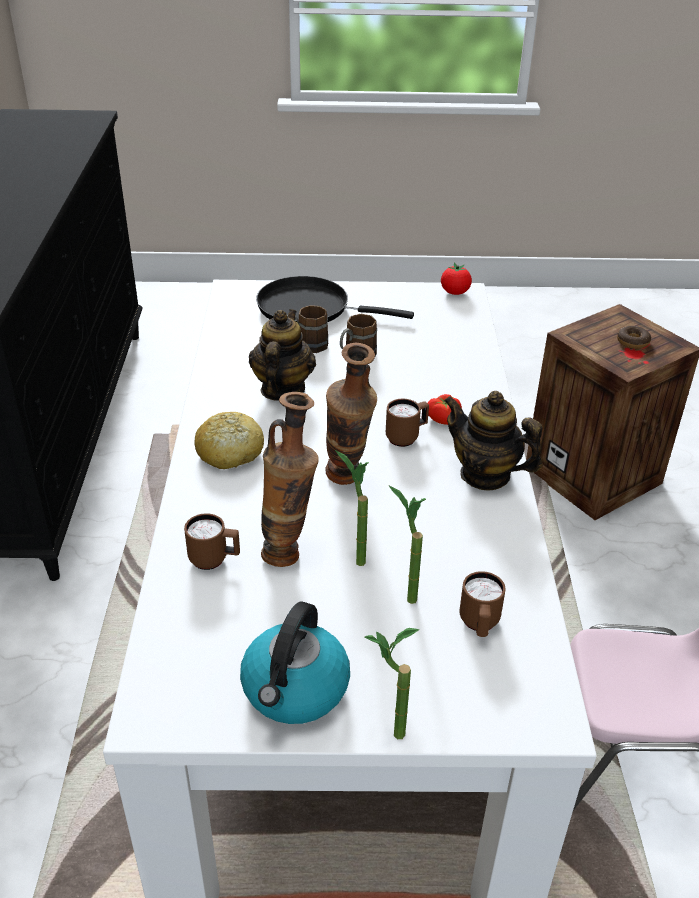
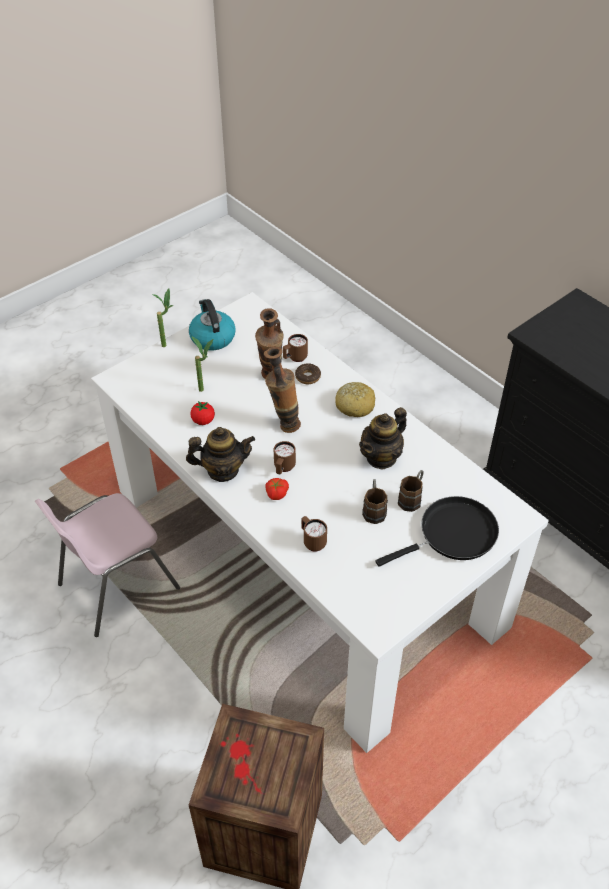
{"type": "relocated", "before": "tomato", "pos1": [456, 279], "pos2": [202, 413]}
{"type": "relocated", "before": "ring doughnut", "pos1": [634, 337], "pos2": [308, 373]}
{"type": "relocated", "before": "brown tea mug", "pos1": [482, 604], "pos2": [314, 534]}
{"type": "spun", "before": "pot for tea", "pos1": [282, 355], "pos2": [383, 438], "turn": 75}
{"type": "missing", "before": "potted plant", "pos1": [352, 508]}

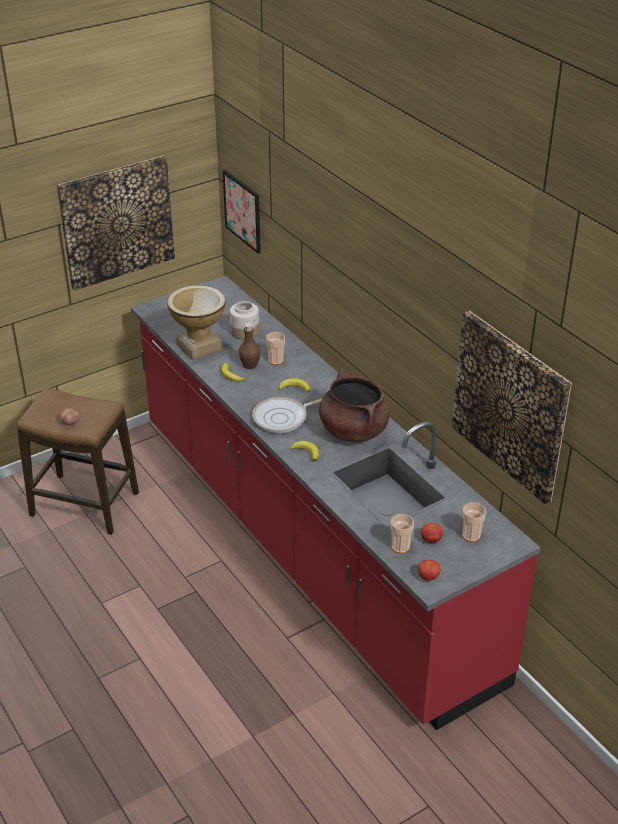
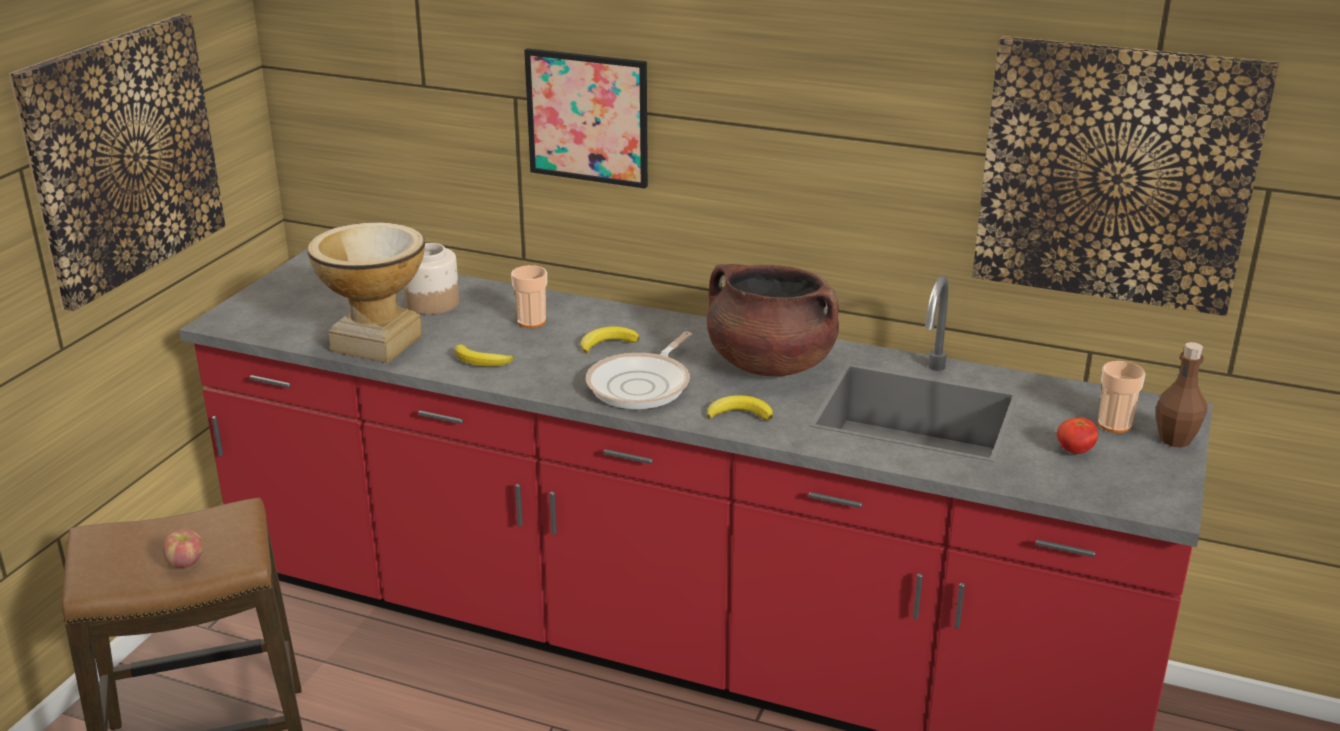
{"type": "relocated", "before": "wall picture", "pos1": [241, 212], "pos2": [586, 118]}
{"type": "relocated", "before": "brown beverage bottle", "pos1": [249, 346], "pos2": [1181, 395]}
{"type": "missing", "before": "small cup", "pos1": [402, 534]}
{"type": "missing", "before": "tomato", "pos1": [429, 570]}

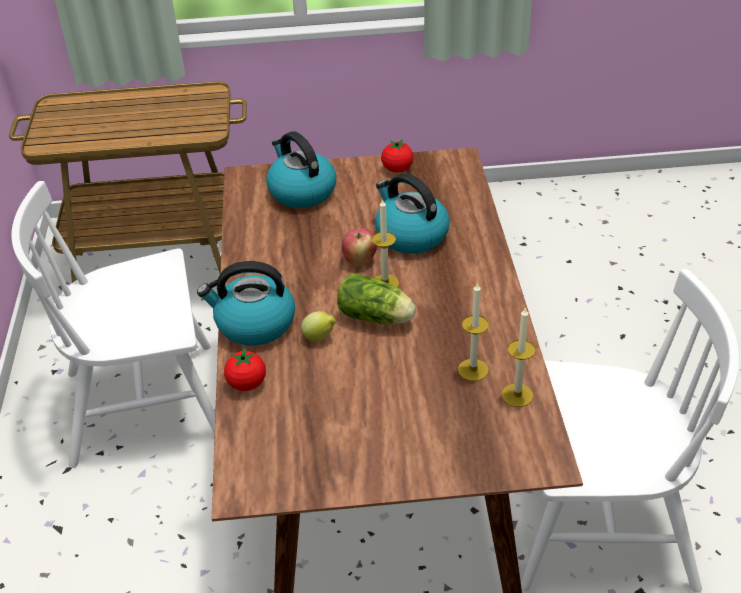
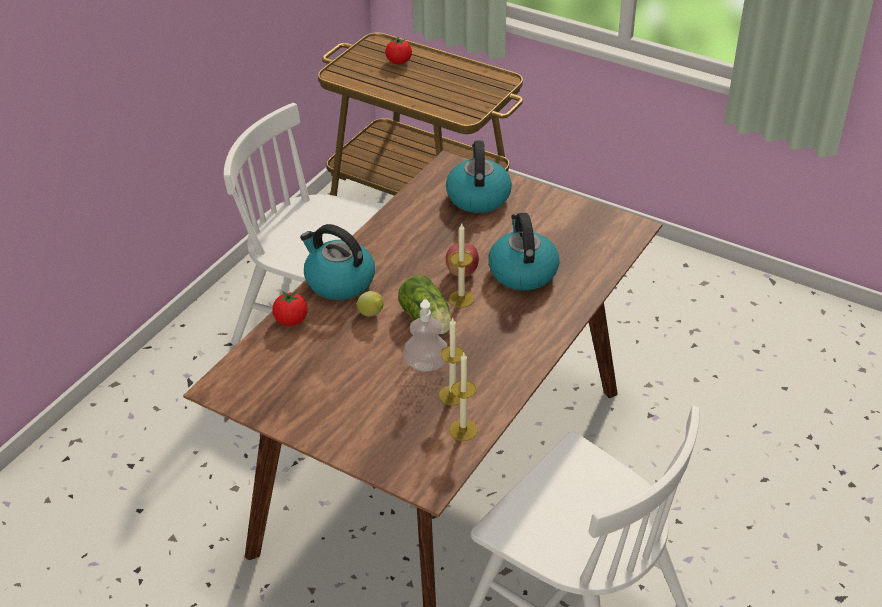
{"type": "relocated", "before": "tomato", "pos1": [397, 156], "pos2": [398, 50]}
{"type": "appeared", "after": "liquid soap bottle", "pos2": [425, 335]}

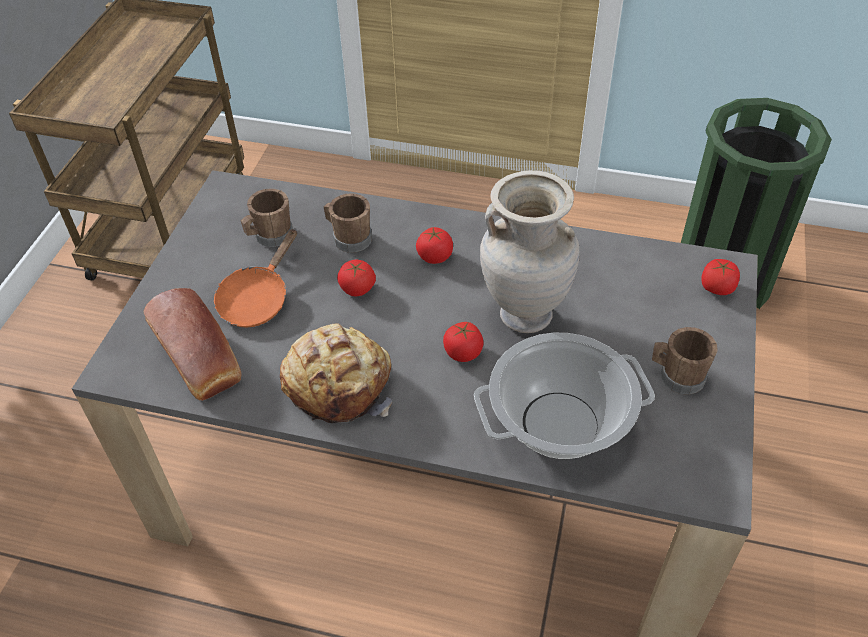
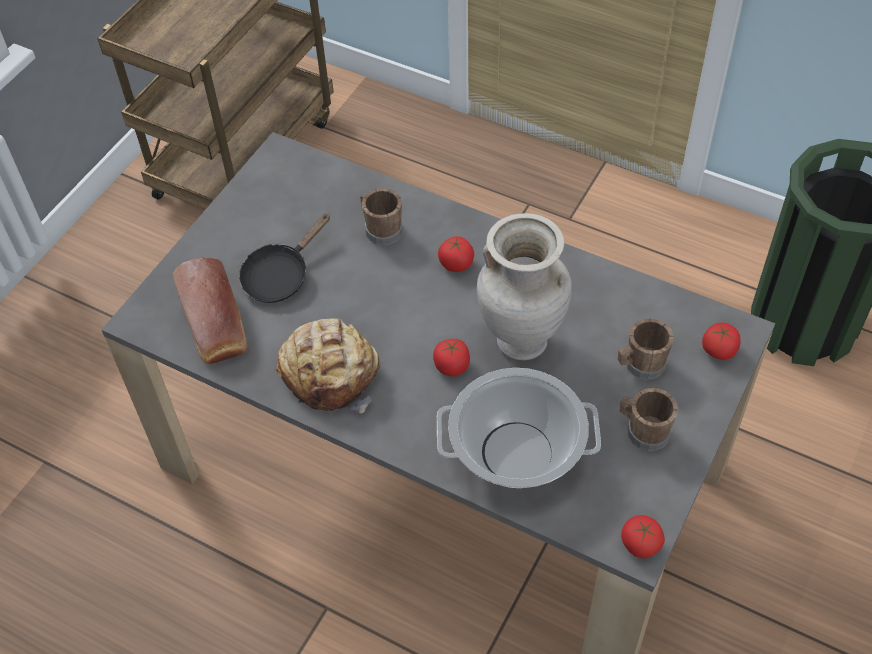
{"type": "colour", "before": "orangey skillet", "after": "black skillet", "pos1": [255, 278], "pos2": [284, 258]}
{"type": "relocated", "before": "brown tea mug", "pos1": [267, 217], "pos2": [646, 349]}
{"type": "relocated", "before": "tomato", "pos1": [356, 278], "pos2": [643, 536]}

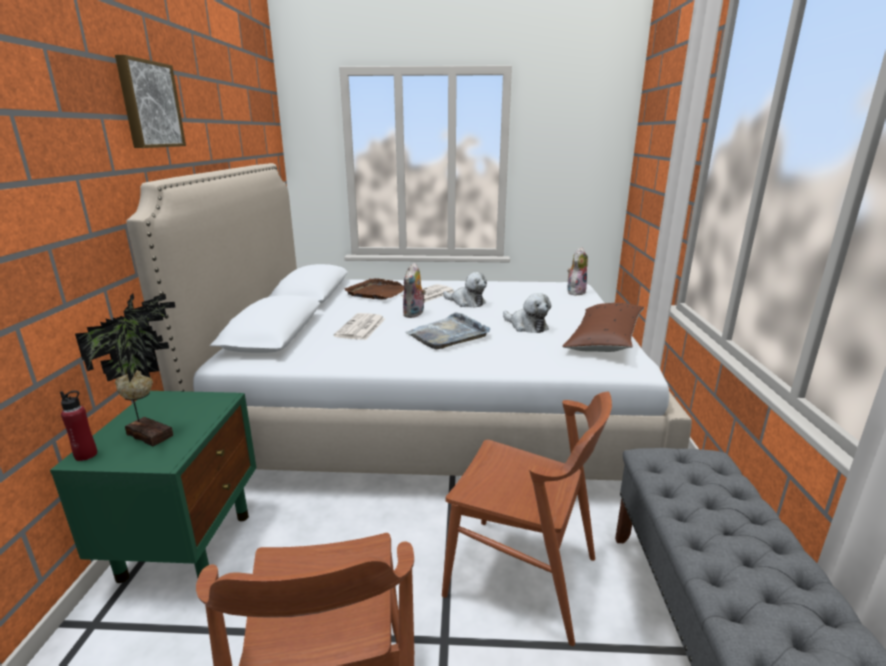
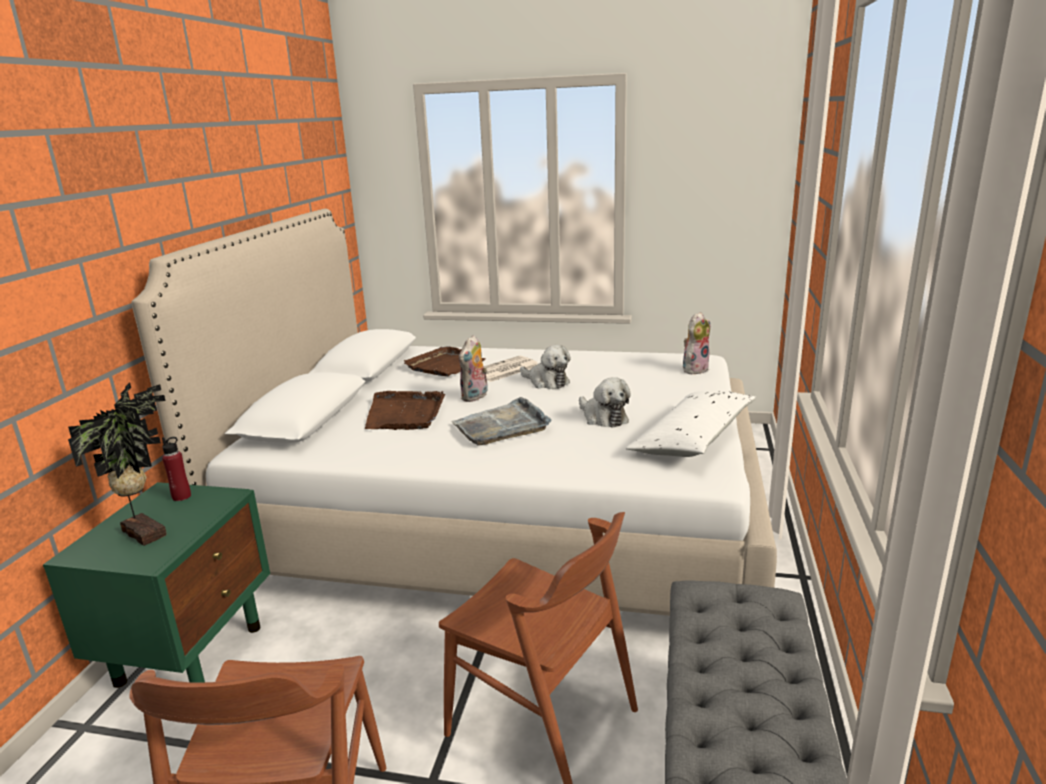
{"type": "relocated", "before": "reddish beverage bottle", "pos1": [78, 425], "pos2": [176, 469]}
{"type": "exchanged", "before": "newspaper", "after": "brown carrying tray", "pos1": [359, 326], "pos2": [405, 410]}
{"type": "colour", "before": "brown throw pillow", "after": "whitish throw pillow", "pos1": [603, 327], "pos2": [691, 424]}
{"type": "missing", "before": "wall picture", "pos1": [150, 101]}

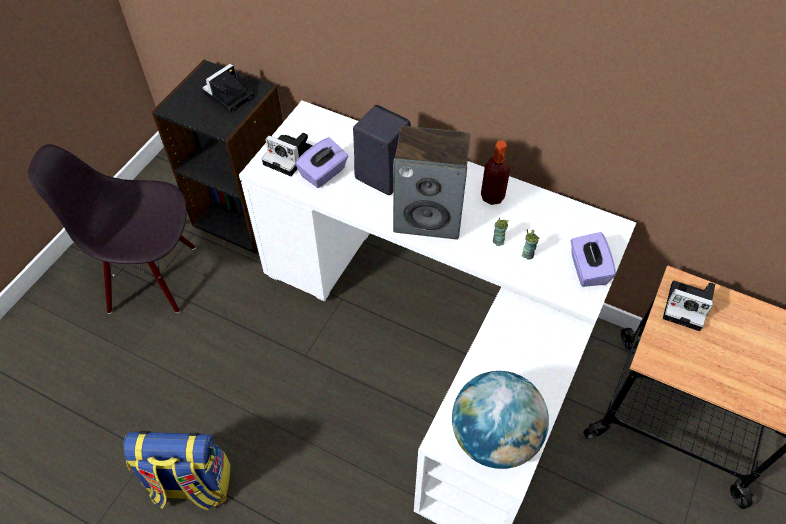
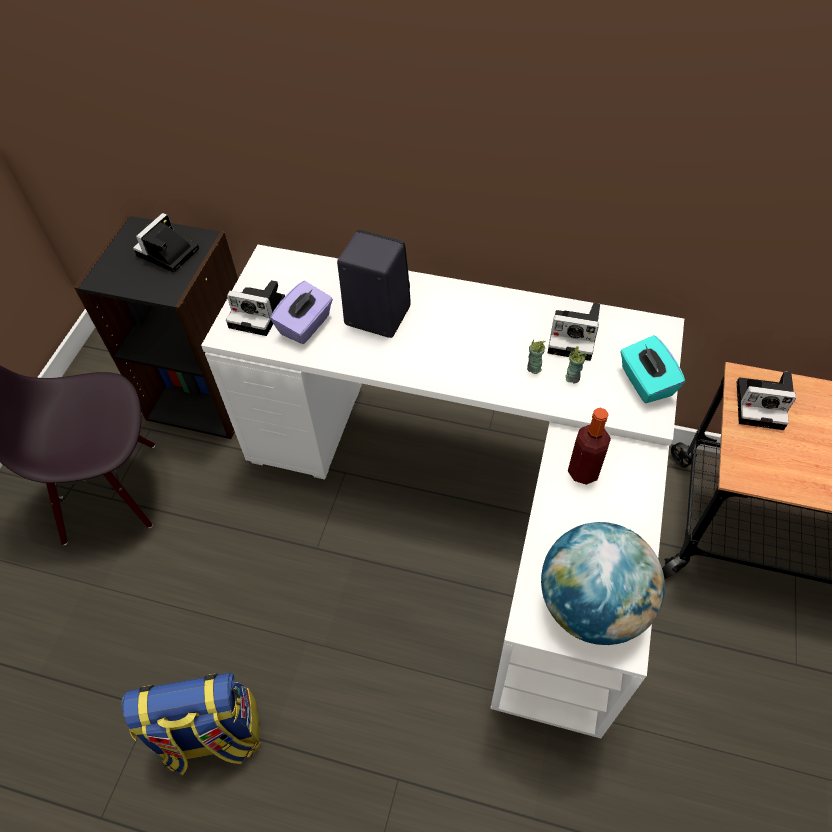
{"type": "appeared", "after": "still camera", "pos2": [574, 332]}
{"type": "relocated", "before": "beverage bottle", "pos1": [495, 173], "pos2": [589, 446]}
{"type": "colour", "before": "purplish tissue holder", "after": "turquoise-coloured tissue holder", "pos1": [593, 259], "pos2": [652, 369]}
{"type": "missing", "before": "loudspeaker", "pos1": [431, 182]}

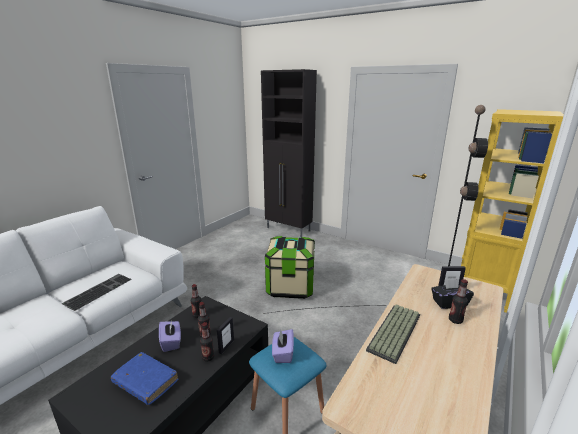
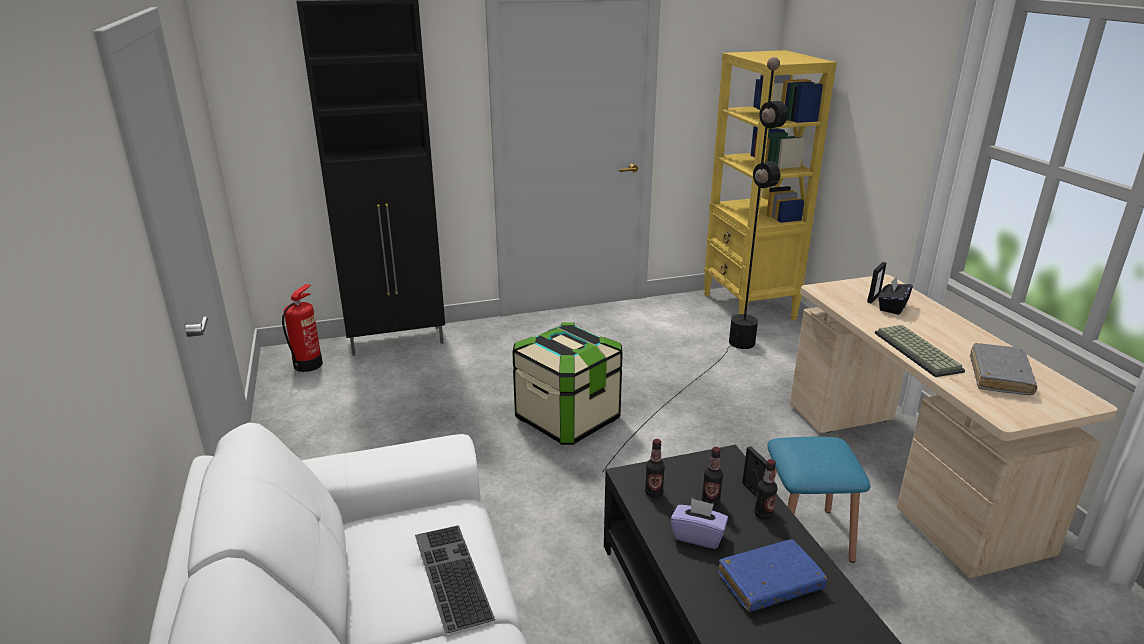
{"type": "appeared", "after": "fire extinguisher", "pos2": [302, 328]}
{"type": "appeared", "after": "grey bound book", "pos2": [1003, 369]}
{"type": "missing", "before": "purplish tissue holder", "pos1": [283, 346]}
{"type": "missing", "before": "beverage bottle", "pos1": [458, 301]}

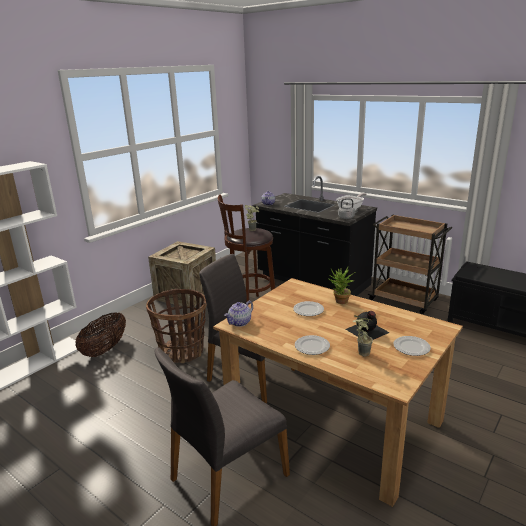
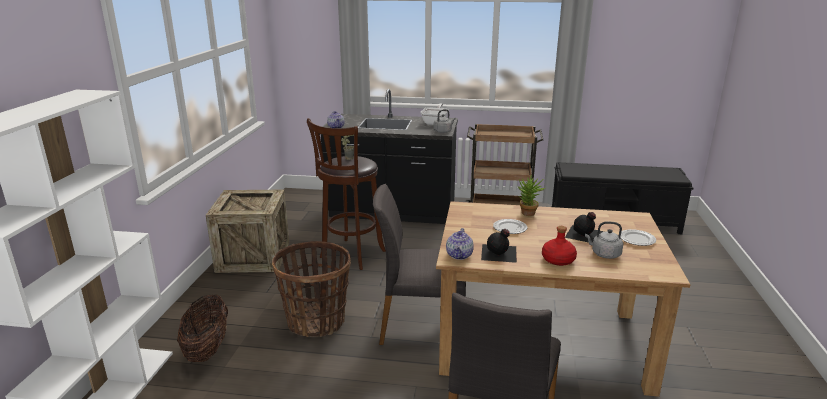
{"type": "appeared", "after": "black beverage bottle", "pos2": [499, 246]}
{"type": "exchanged", "before": "flat dish", "after": "reddish beverage bottle", "pos1": [312, 345], "pos2": [559, 246]}
{"type": "exchanged", "before": "potted plant", "after": "grey water kettle", "pos1": [363, 336], "pos2": [604, 240]}

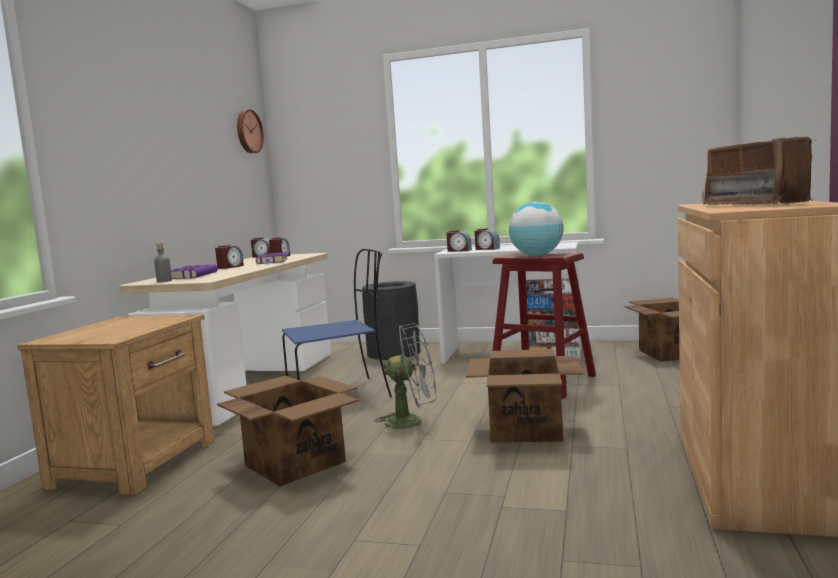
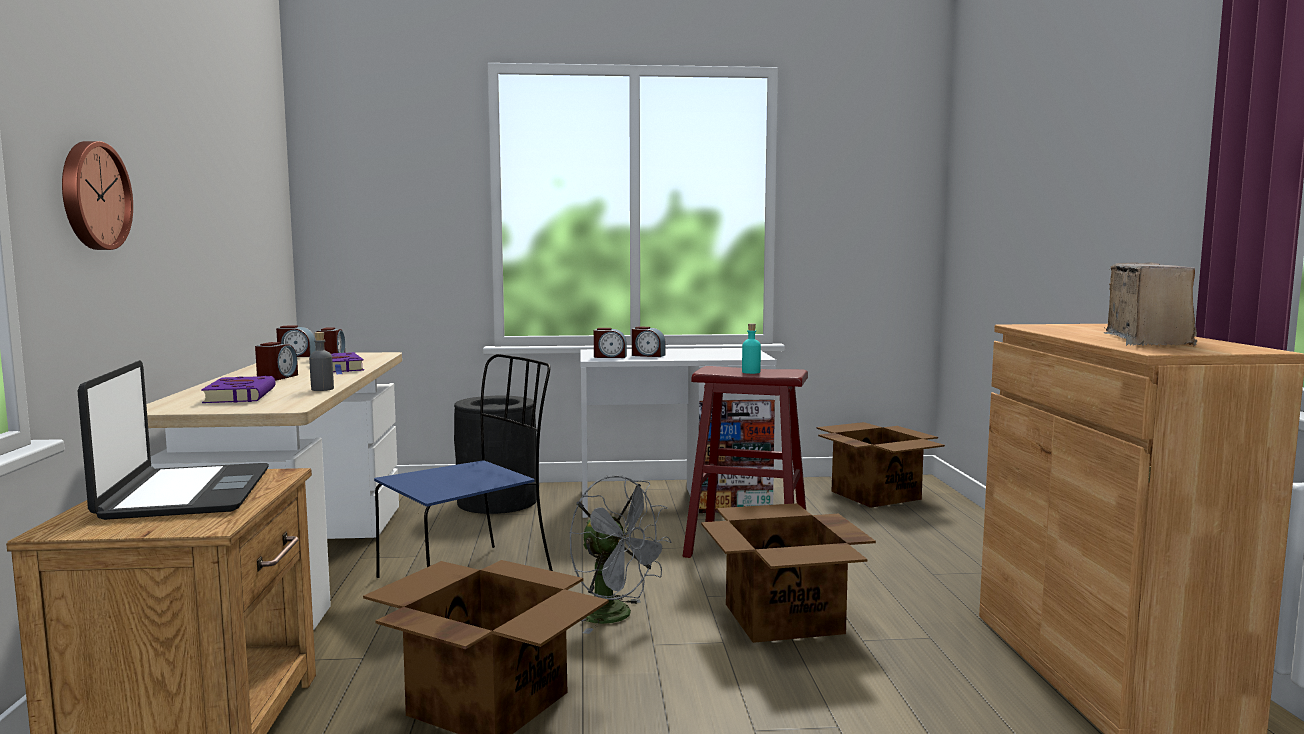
{"type": "relocated", "before": "wall clock", "pos1": [250, 131], "pos2": [97, 195]}
{"type": "appeared", "after": "laptop", "pos2": [173, 440]}
{"type": "relocated", "before": "grey beverage bottle", "pos1": [163, 262], "pos2": [321, 361]}
{"type": "spun", "before": "grey electric fan", "pos1": [405, 378], "pos2": [620, 554], "turn": 60}
{"type": "exchanged", "before": "desk globe", "after": "turquoise-coloured beverage bottle", "pos1": [536, 229], "pos2": [751, 349]}
{"type": "spun", "before": "radio", "pos1": [759, 170], "pos2": [1150, 304], "turn": -135}

